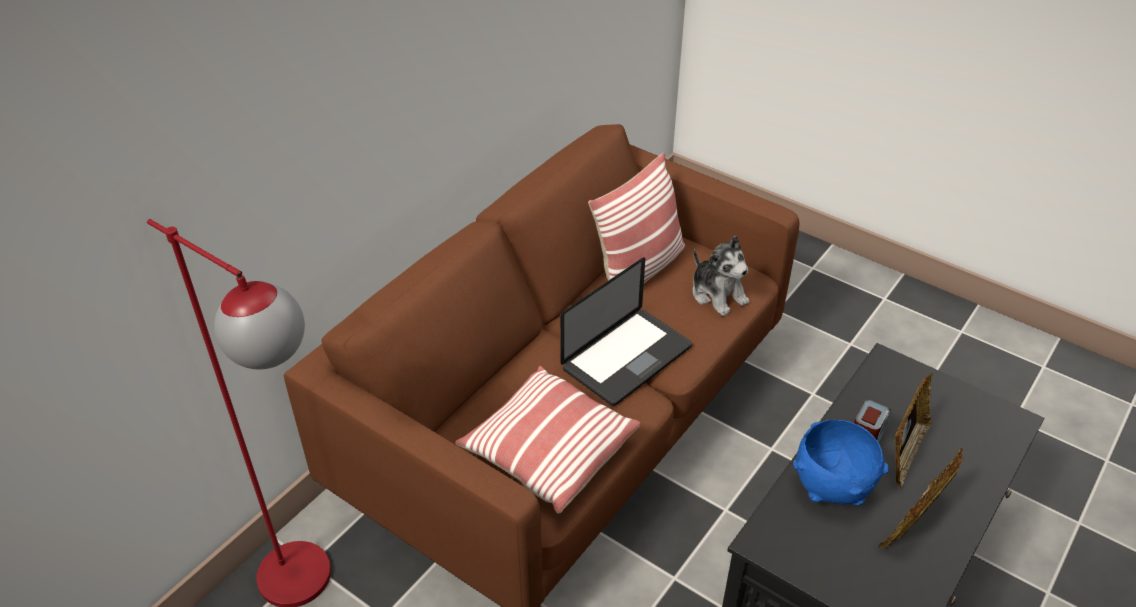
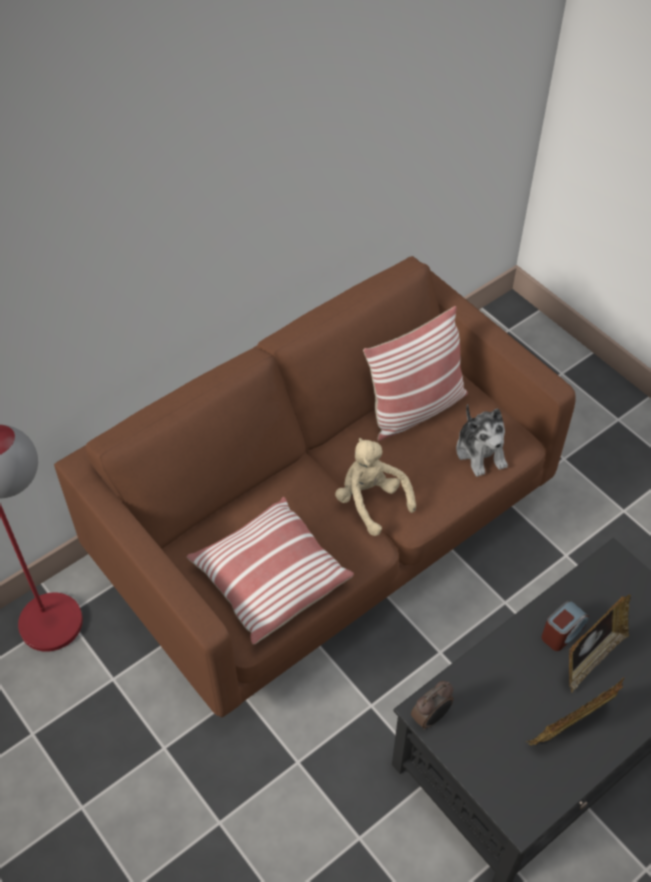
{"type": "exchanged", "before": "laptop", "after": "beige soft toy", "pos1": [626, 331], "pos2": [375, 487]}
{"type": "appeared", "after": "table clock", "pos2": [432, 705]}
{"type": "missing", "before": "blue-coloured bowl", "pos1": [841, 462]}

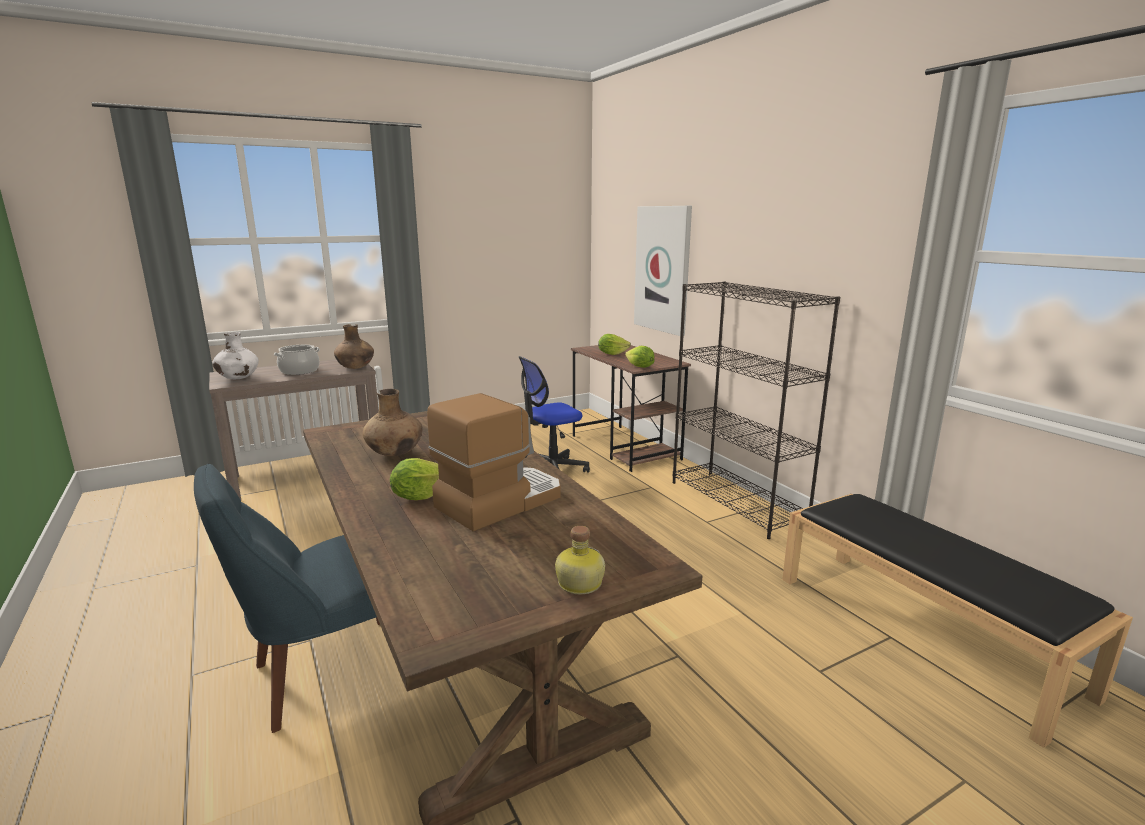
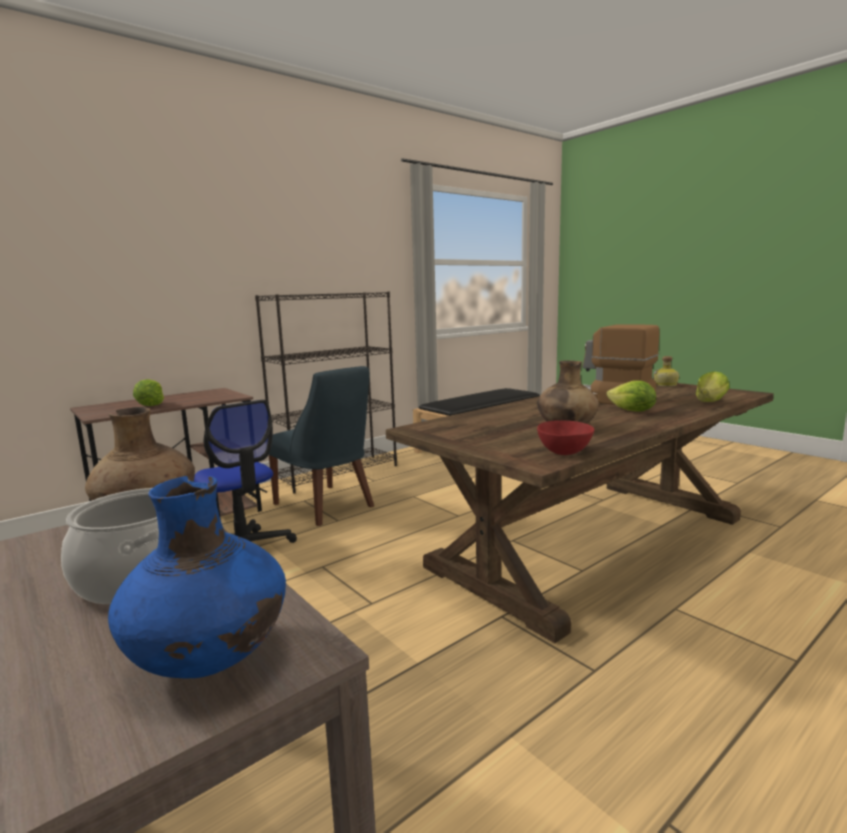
{"type": "colour", "before": "whitish flower vase", "after": "blue-coloured flower vase", "pos1": [235, 355], "pos2": [197, 577]}
{"type": "relocated", "before": "blue-coloured plain chair", "pos1": [287, 598], "pos2": [321, 446]}
{"type": "appeared", "after": "reddish bowl", "pos2": [565, 437]}
{"type": "relocated", "before": "lettuce", "pos1": [640, 357], "pos2": [713, 386]}
{"type": "missing", "before": "wall picture", "pos1": [663, 271]}

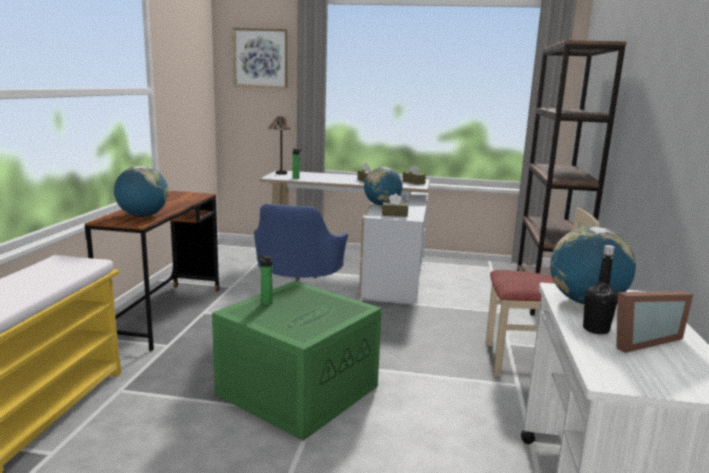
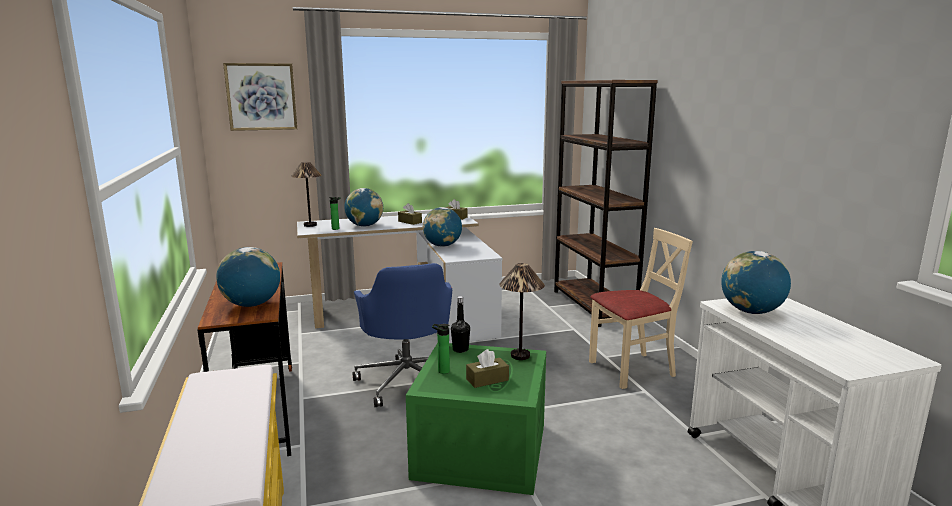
{"type": "appeared", "after": "desk globe", "pos2": [363, 207]}
{"type": "relocated", "before": "black beverage bottle", "pos1": [600, 289], "pos2": [460, 324]}
{"type": "relocated", "before": "brown tissue holder", "pos1": [395, 205], "pos2": [487, 368]}
{"type": "appeared", "after": "tabletop lamp", "pos2": [522, 311]}
{"type": "missing", "before": "standing frame", "pos1": [654, 322]}

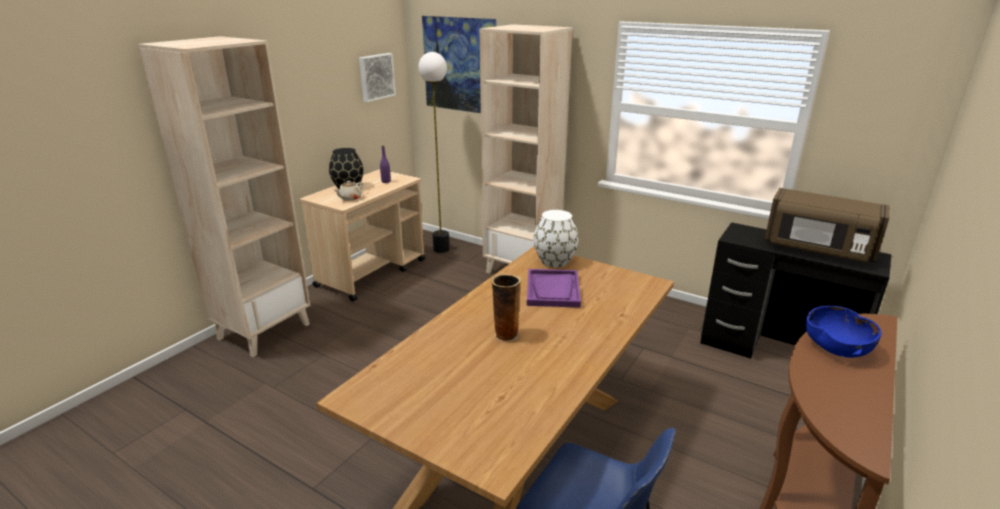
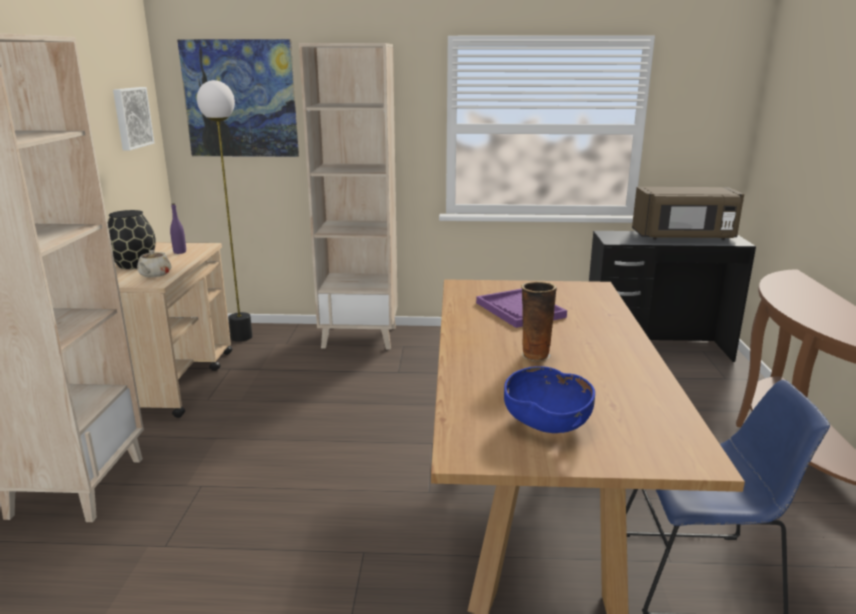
{"type": "relocated", "before": "blue-coloured bowl", "pos1": [843, 332], "pos2": [549, 399]}
{"type": "missing", "before": "whitish flower vase", "pos1": [556, 238]}

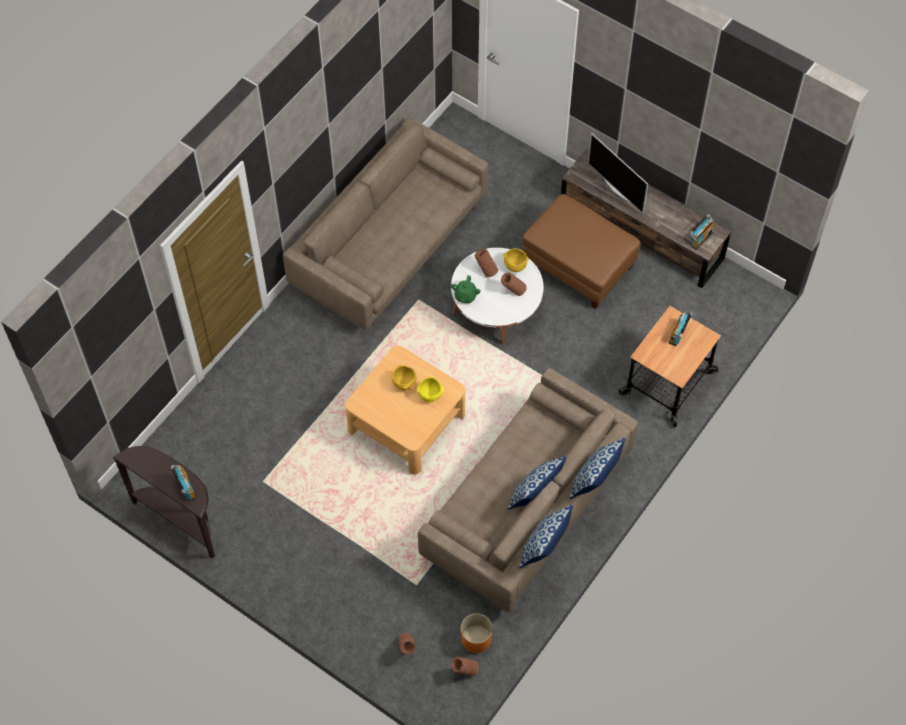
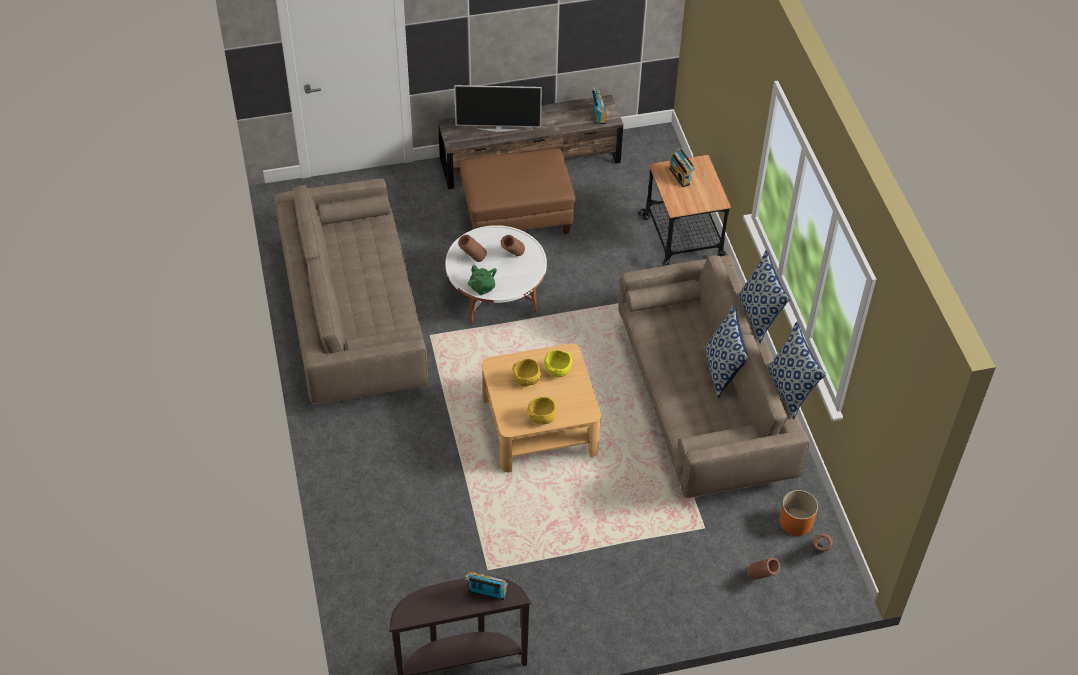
{"type": "relocated", "before": "yellow-coloured bowl", "pos1": [516, 260], "pos2": [541, 410]}

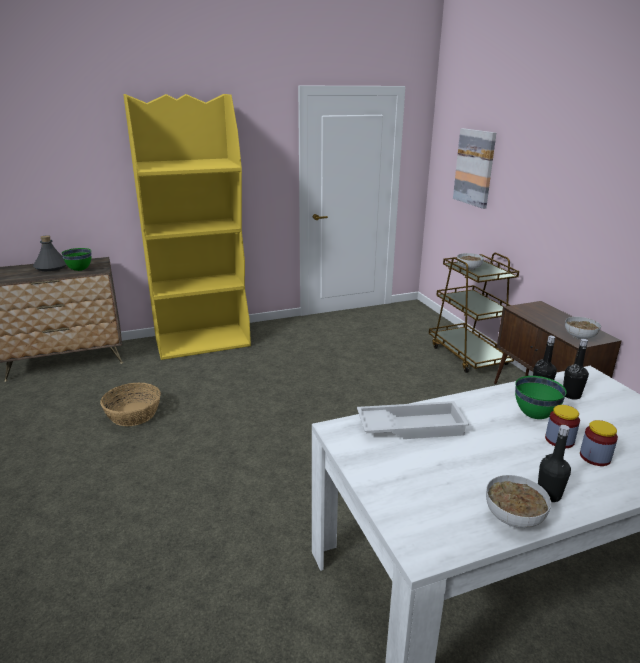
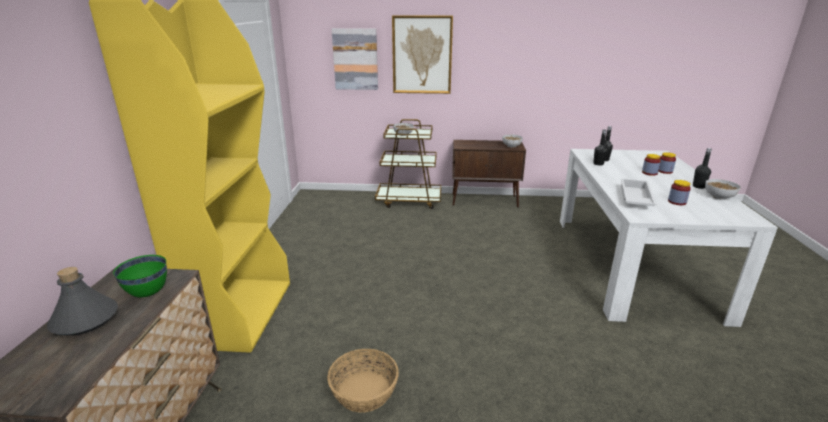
{"type": "appeared", "after": "wall picture", "pos2": [422, 54]}
{"type": "appeared", "after": "storage jar", "pos2": [679, 192]}
{"type": "missing", "before": "green bowl", "pos1": [541, 397]}

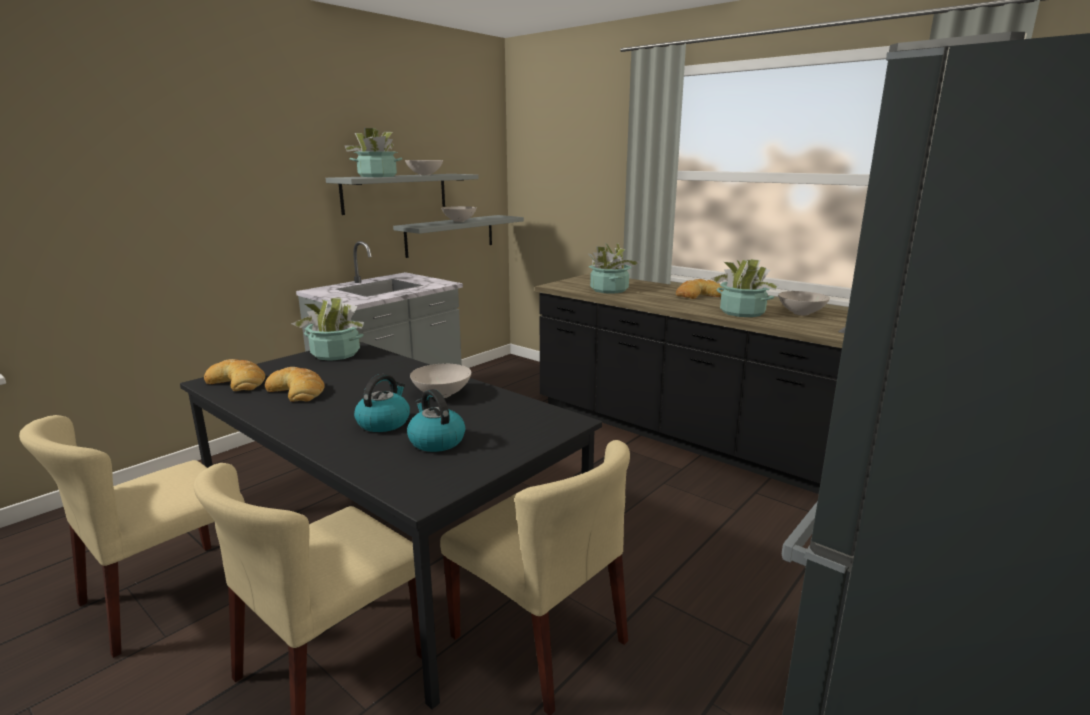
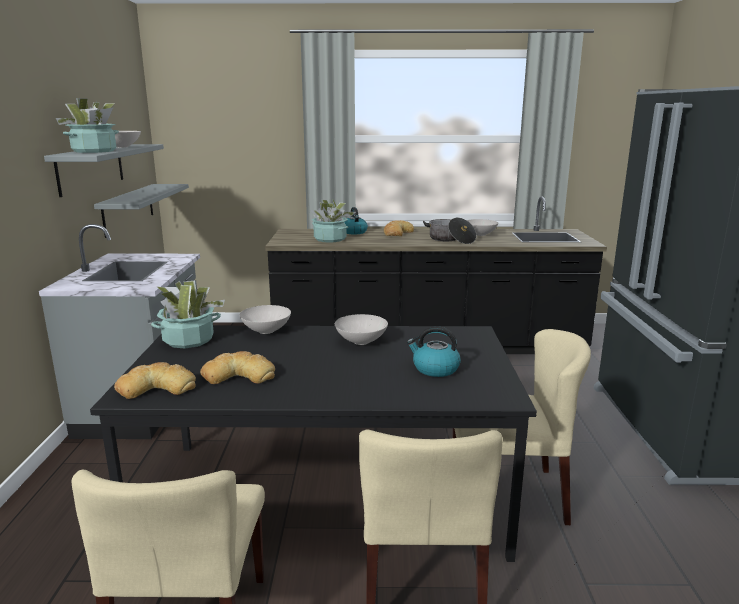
{"type": "relocated", "before": "whitish bowl", "pos1": [459, 214], "pos2": [265, 319]}
{"type": "relocated", "before": "water kettle", "pos1": [382, 403], "pos2": [356, 220]}
{"type": "exchanged", "before": "potted plant", "after": "saucepot", "pos1": [745, 288], "pos2": [450, 231]}

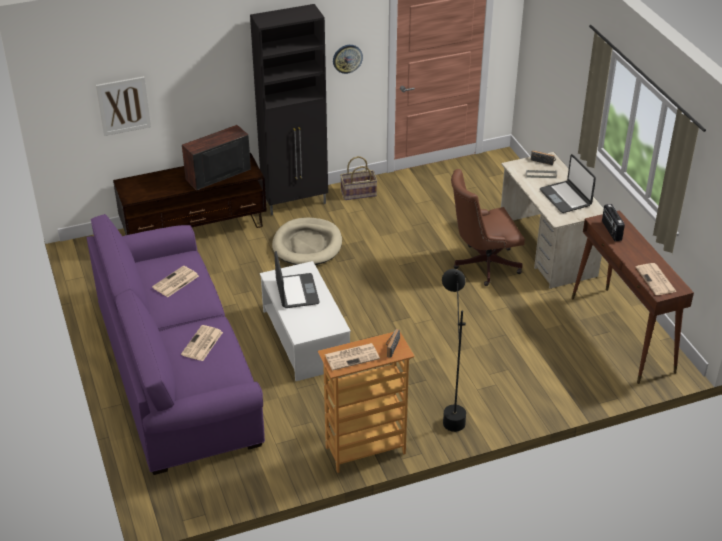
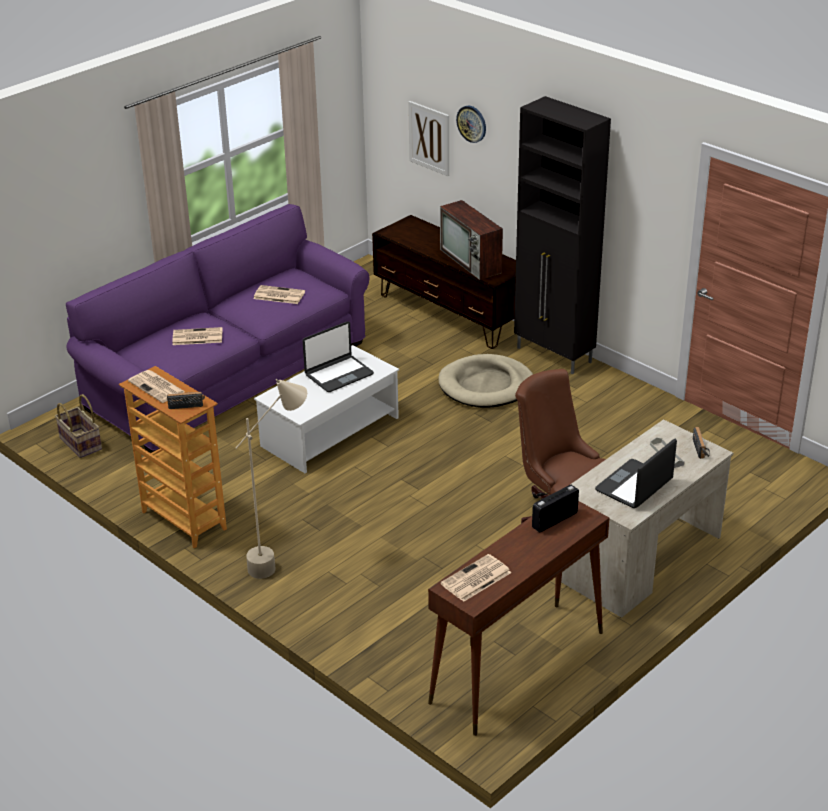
{"type": "relocated", "before": "basket", "pos1": [358, 178], "pos2": [78, 426]}
{"type": "colour", "before": "black standing lamp", "after": "beige standing lamp", "pos1": [454, 350], "pos2": [271, 479]}
{"type": "spun", "before": "television", "pos1": [216, 157], "pos2": [471, 240], "turn": -150}
{"type": "relocated", "before": "wall clock", "pos1": [348, 59], "pos2": [471, 124]}

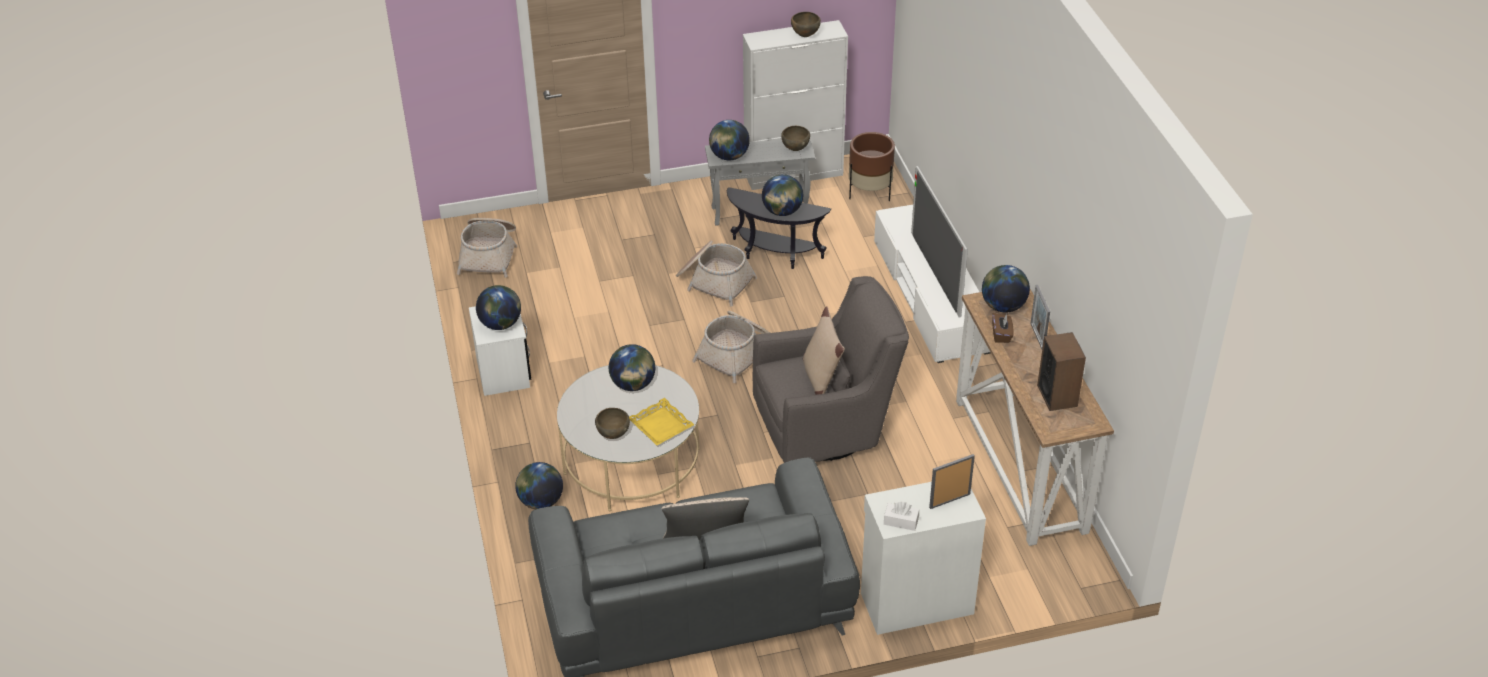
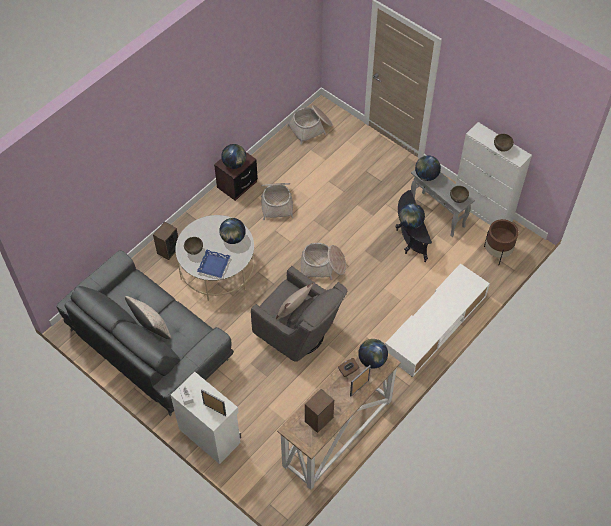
{"type": "exchanged", "before": "desk globe", "after": "loudspeaker", "pos1": [539, 485], "pos2": [165, 241]}
{"type": "colour", "before": "yellow-coloured carrying tray", "after": "blue-coloured carrying tray", "pos1": [661, 421], "pos2": [213, 263]}
{"type": "colour", "before": "whitish nightstand", "after": "brown nightstand", "pos1": [500, 351], "pos2": [236, 176]}
{"type": "relocated", "before": "basket", "pos1": [716, 273], "pos2": [277, 201]}
{"type": "missing", "before": "television", "pos1": [939, 241]}

